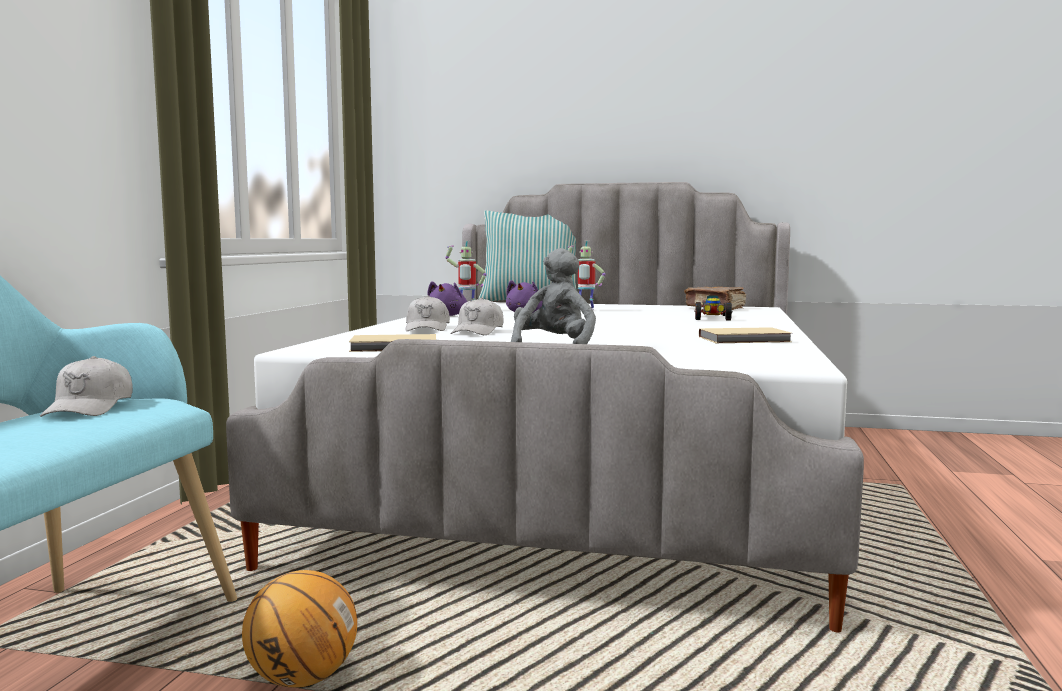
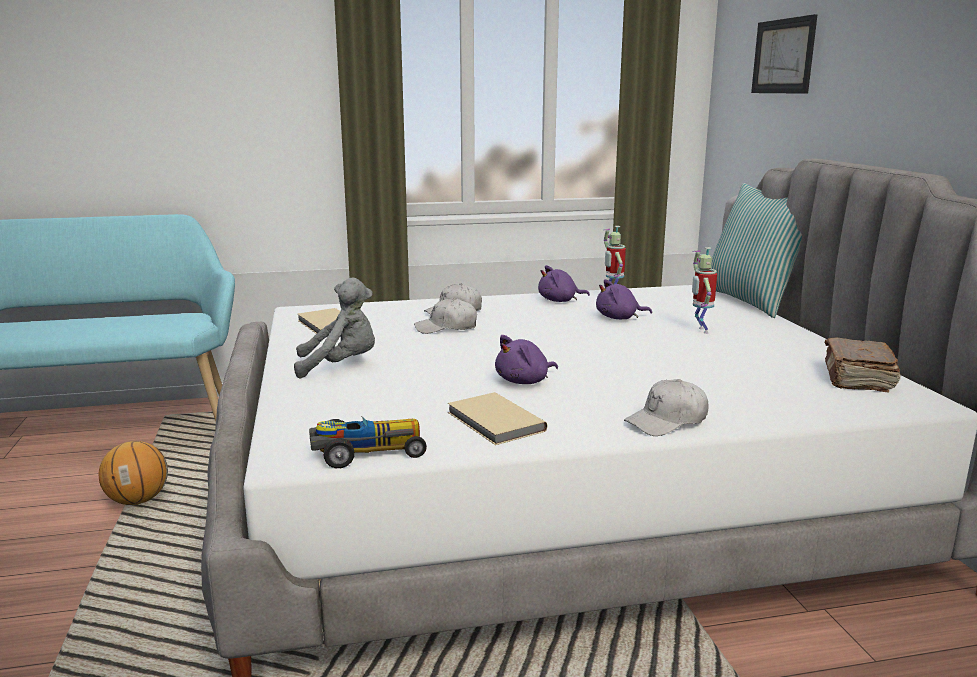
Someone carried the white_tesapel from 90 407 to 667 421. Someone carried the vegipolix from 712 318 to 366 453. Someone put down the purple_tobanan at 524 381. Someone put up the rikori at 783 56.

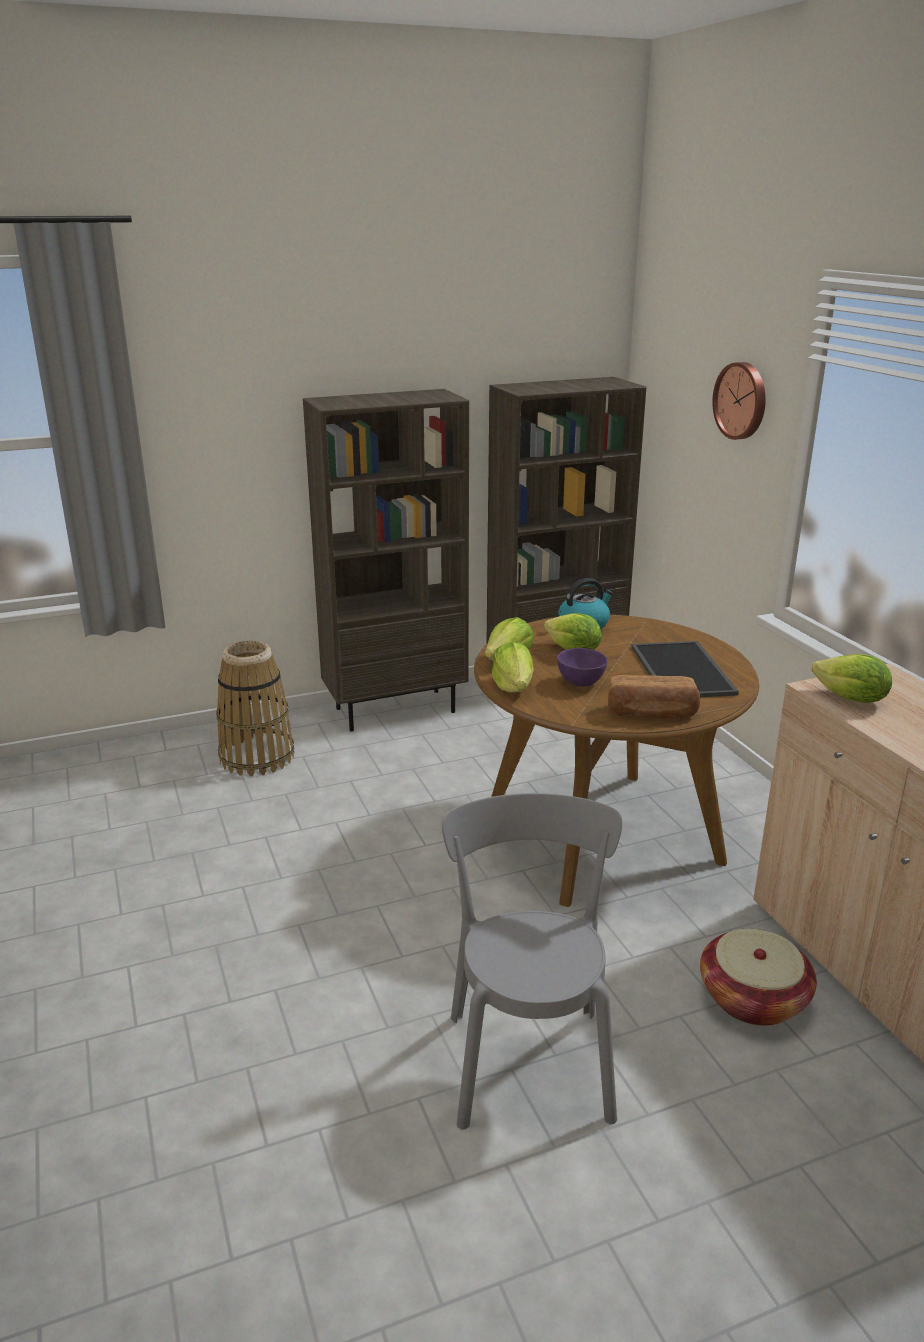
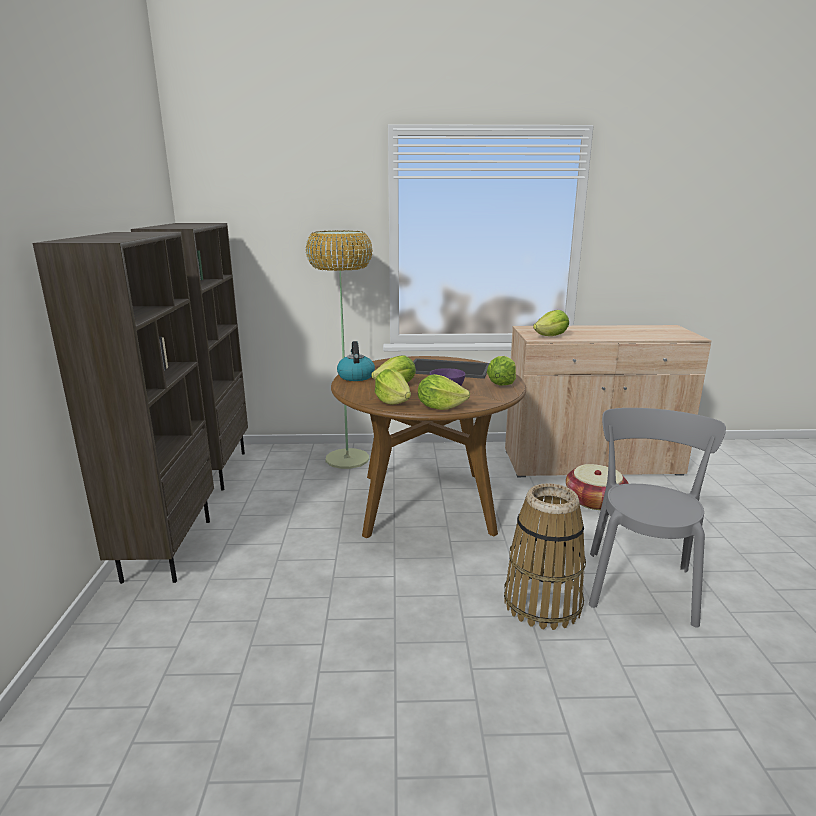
Someone carried the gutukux from 257 757 to 542 602. Someone rotated the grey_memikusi at 528 1058 by 90 degrees clockwise. Someone swapped the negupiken at 651 713 for the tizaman at 501 384. Someone took away the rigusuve at 742 400. Someone put down the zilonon at 347 459.

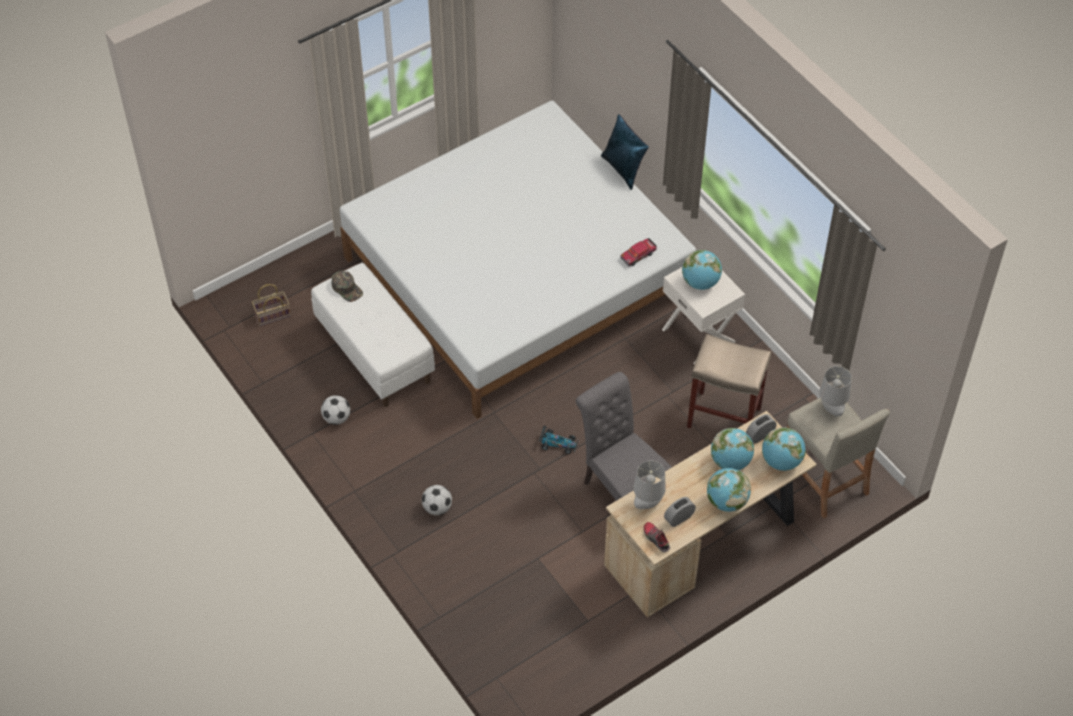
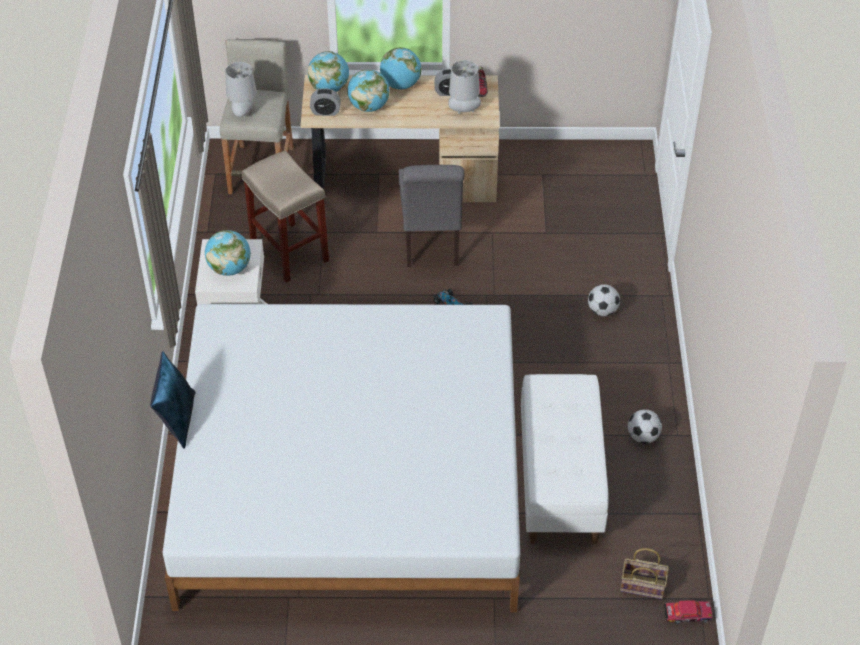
Someone took away the green_tesapel at 347 288. Someone carried the vegipolix from 638 255 to 687 614.

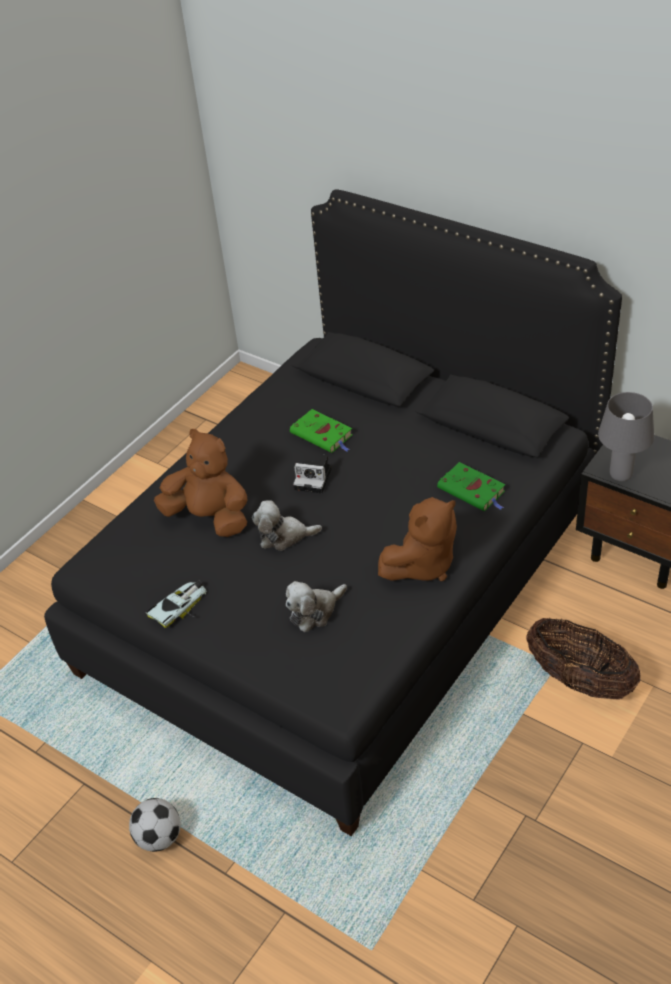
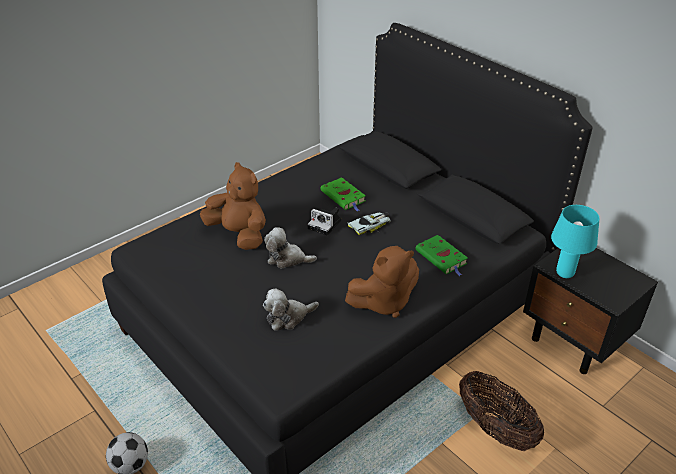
Someone carried the vegipolix from 180 606 to 370 226. Someone repainted the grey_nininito at 621 475, which became the turquoise_nininito at 565 273.

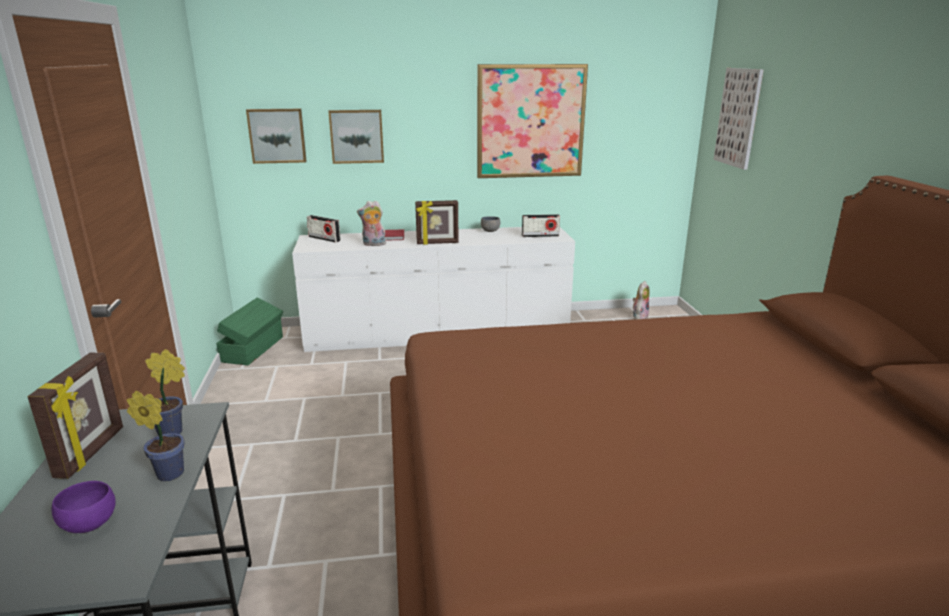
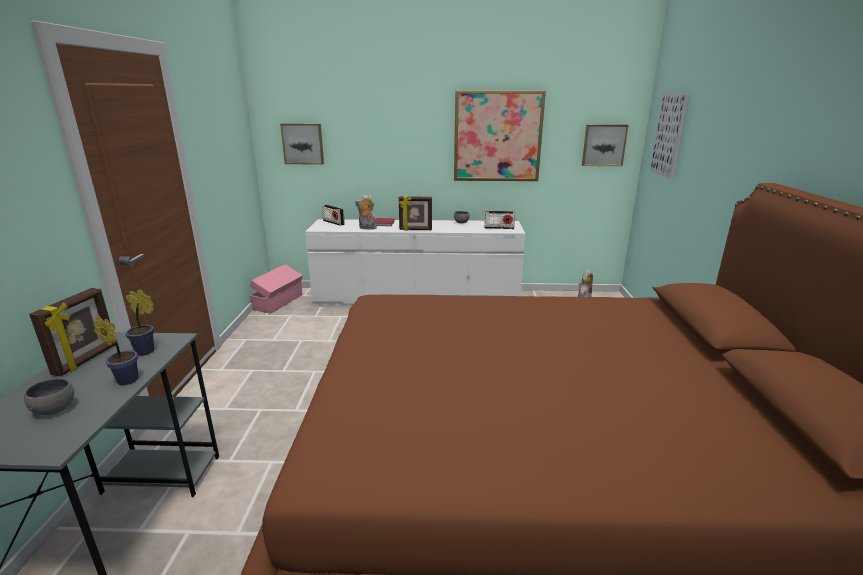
Someone repainted the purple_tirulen at 91 523, which became the grey_tirulen at 56 409. Someone repainted the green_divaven at 254 349, which became the pink_divaven at 279 302. Someone carried the rikori from 356 136 to 603 145.

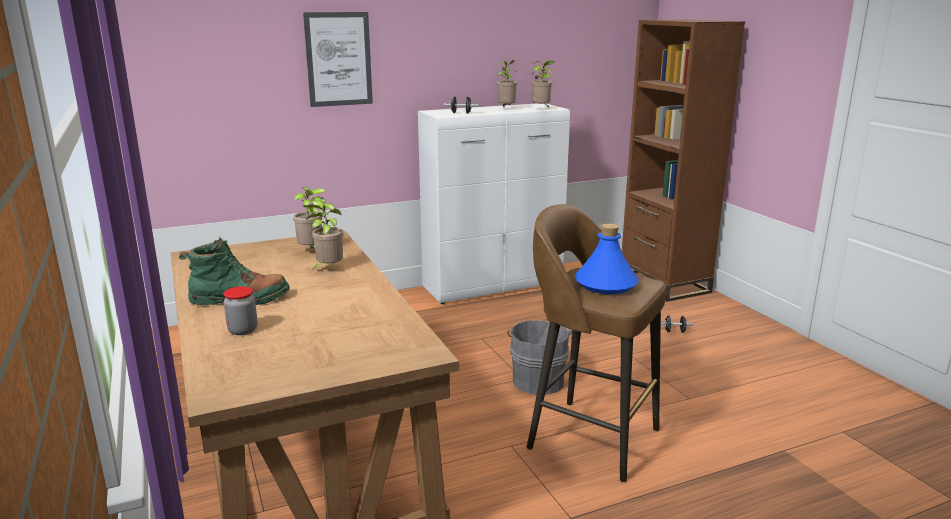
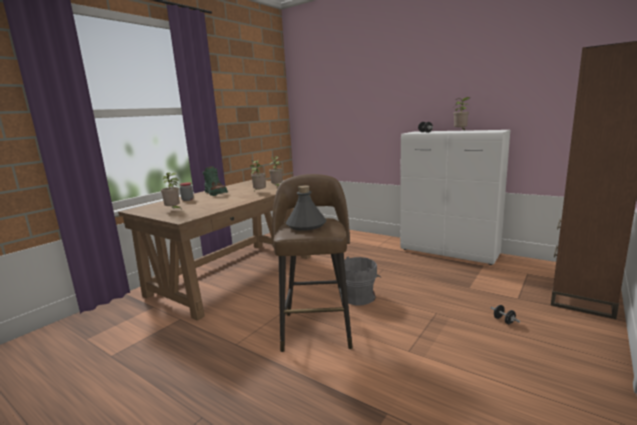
Someone took away the rikori at 338 59. Someone carried the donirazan from 542 109 to 174 210. Someone repainted the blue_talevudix at 605 284, which became the grey_talevudix at 306 225.

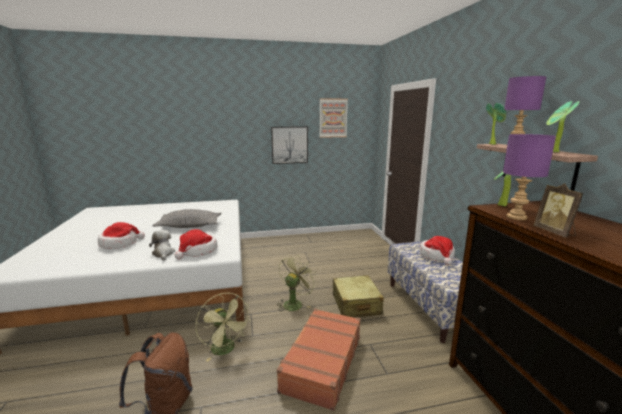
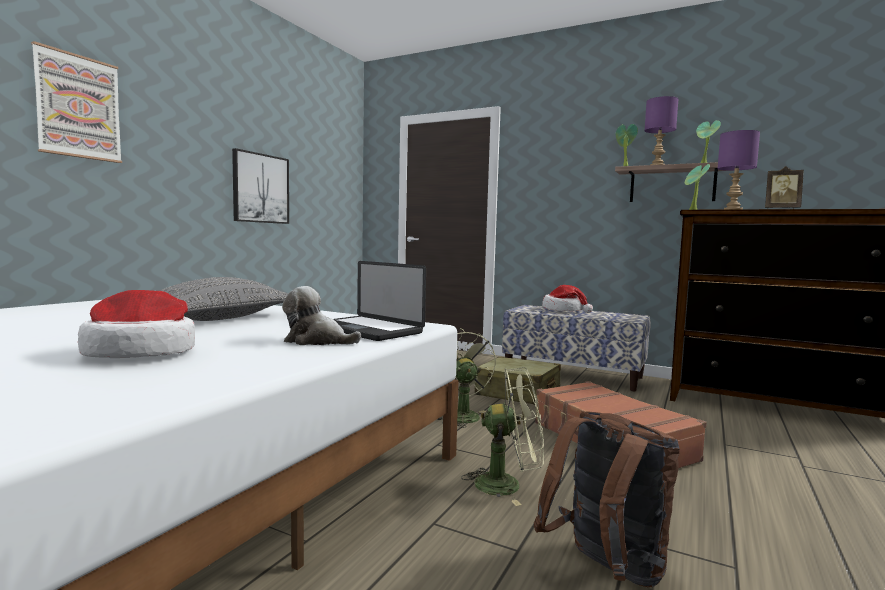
Someone swapped the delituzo at 198 251 for the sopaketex at 367 330. Someone carried the rikori from 333 118 to 78 107.

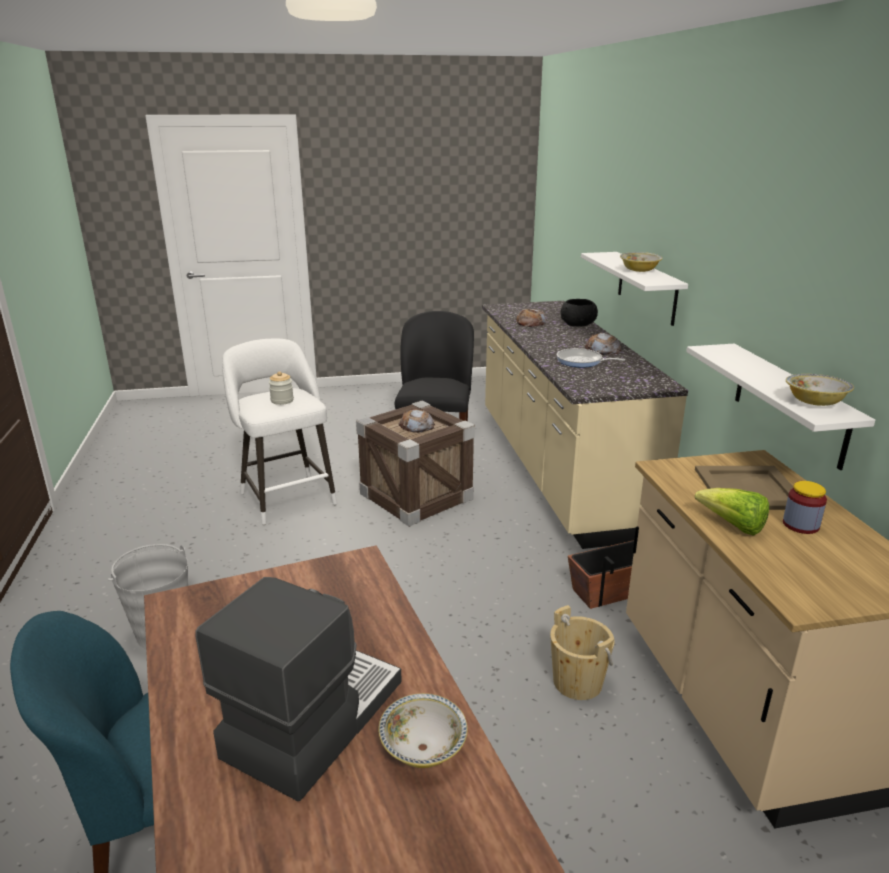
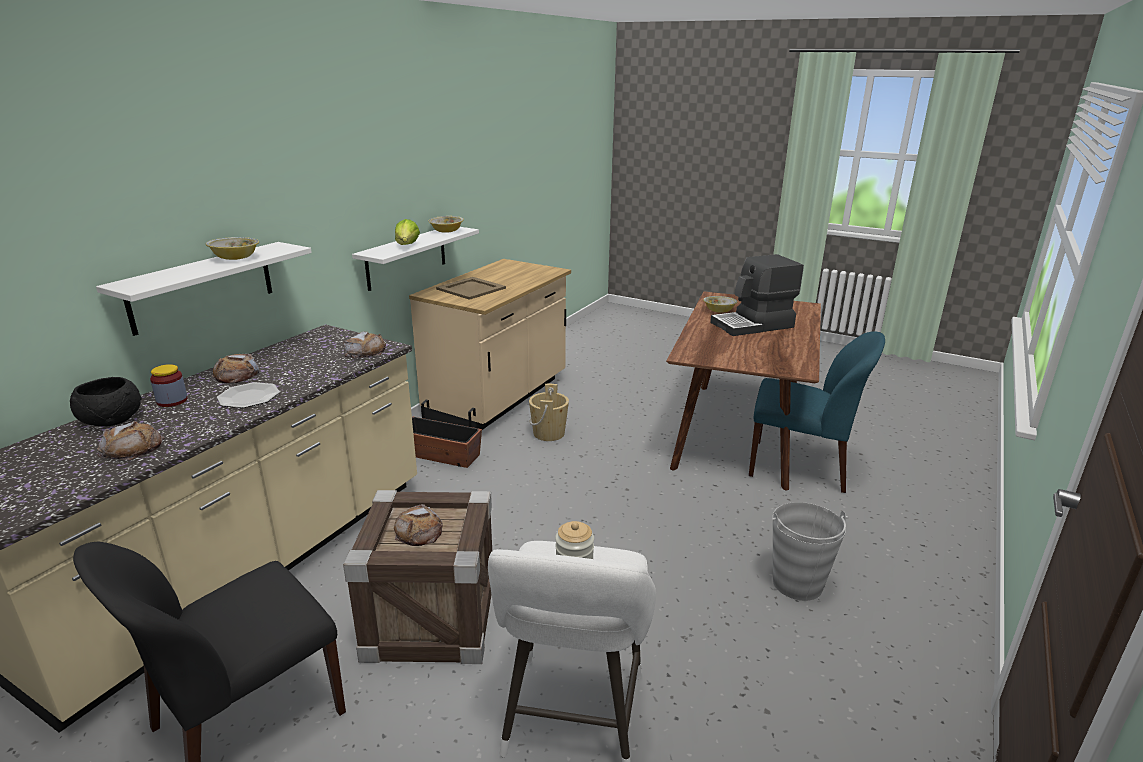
Someone took away the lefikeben at 581 361. Someone carried the tizaman from 732 526 to 407 246. Someone carried the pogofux from 800 525 to 172 401. Someone put down the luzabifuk at 249 397. Someone put down the negupiken at 365 351.

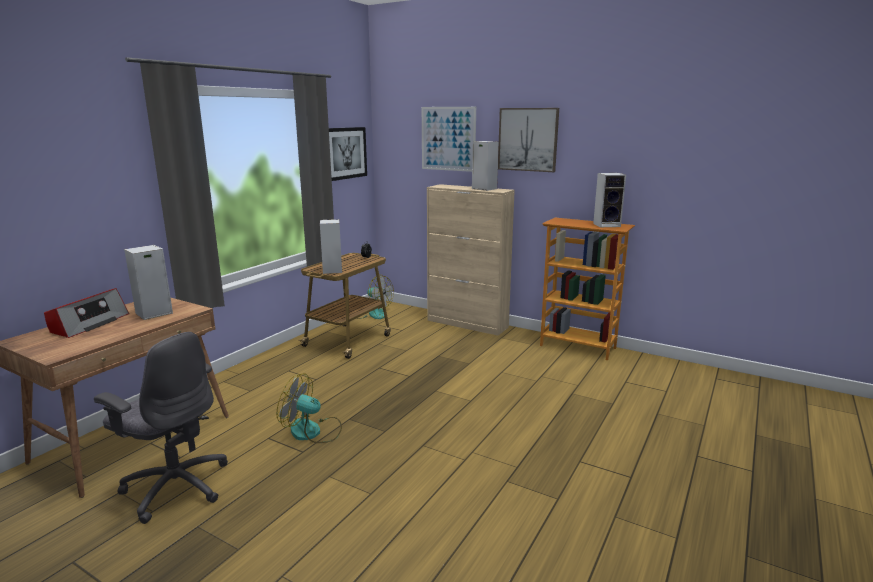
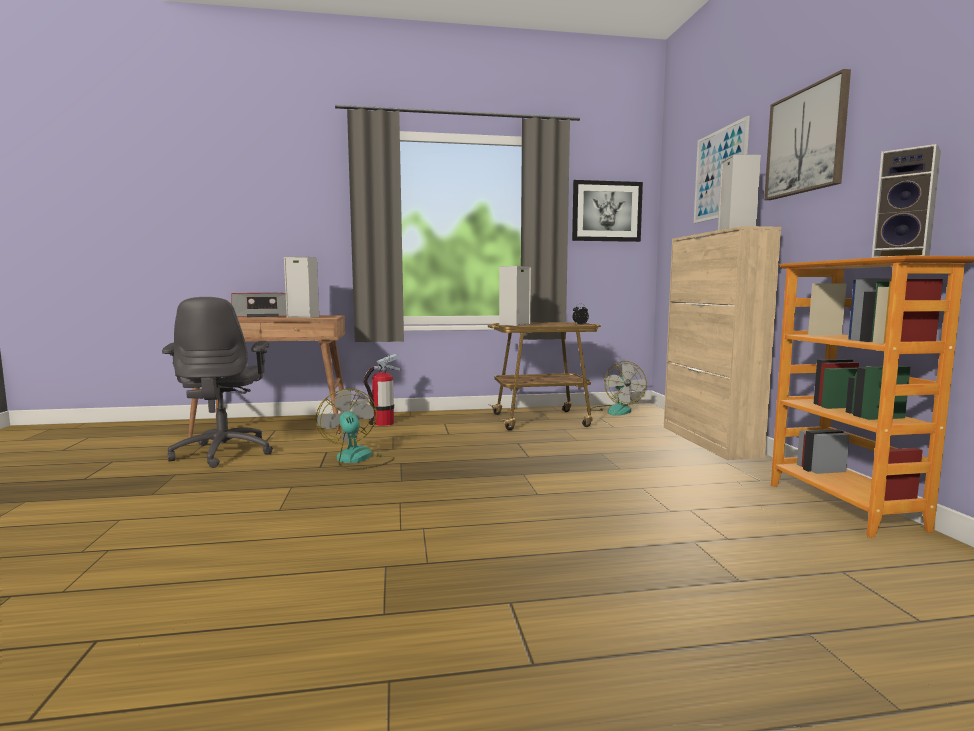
Someone put down the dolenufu at 383 423.

